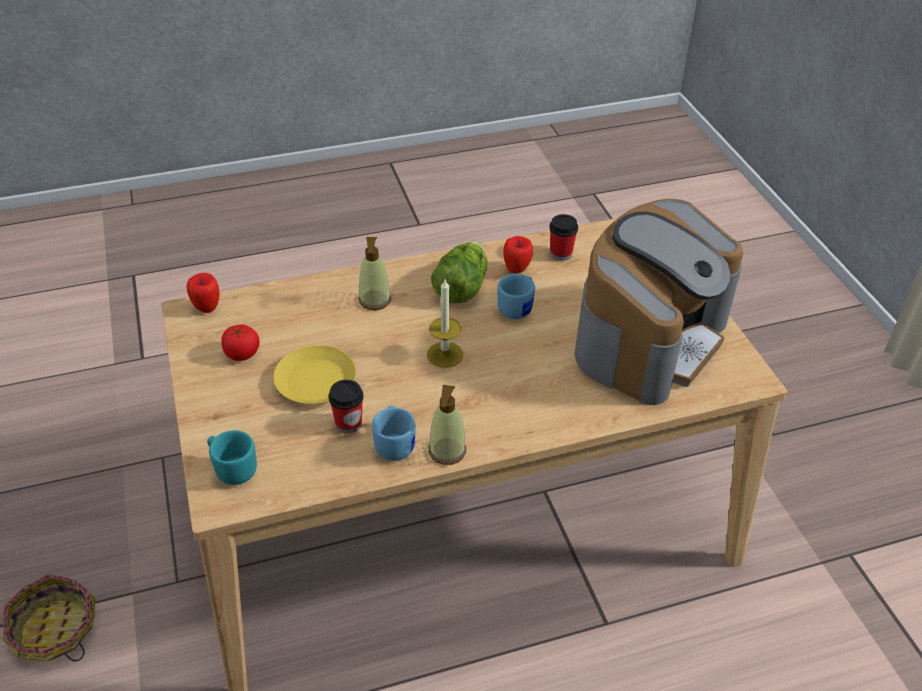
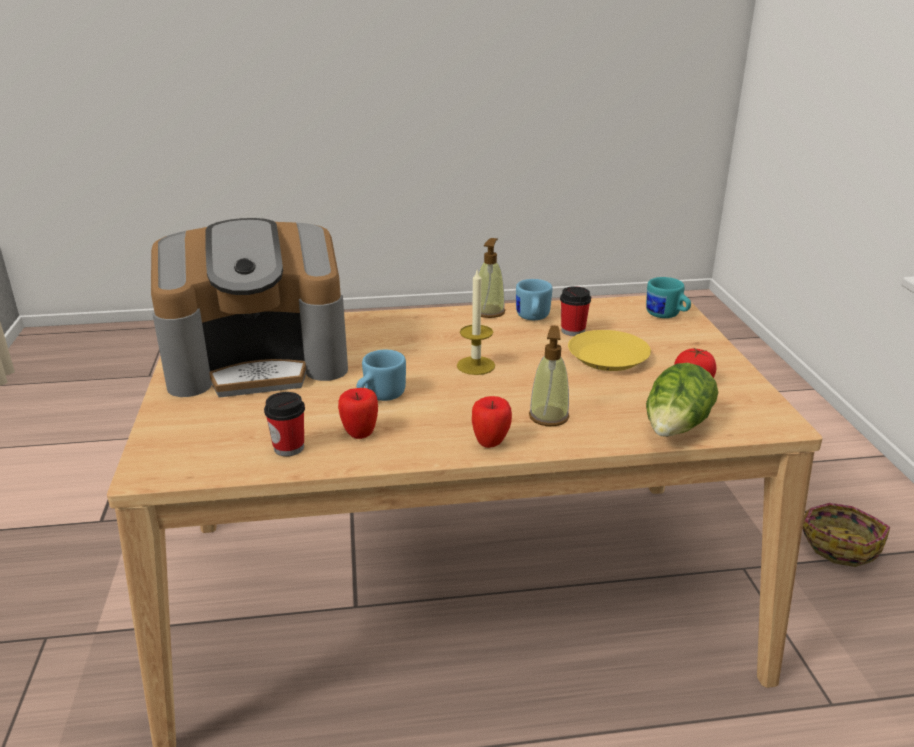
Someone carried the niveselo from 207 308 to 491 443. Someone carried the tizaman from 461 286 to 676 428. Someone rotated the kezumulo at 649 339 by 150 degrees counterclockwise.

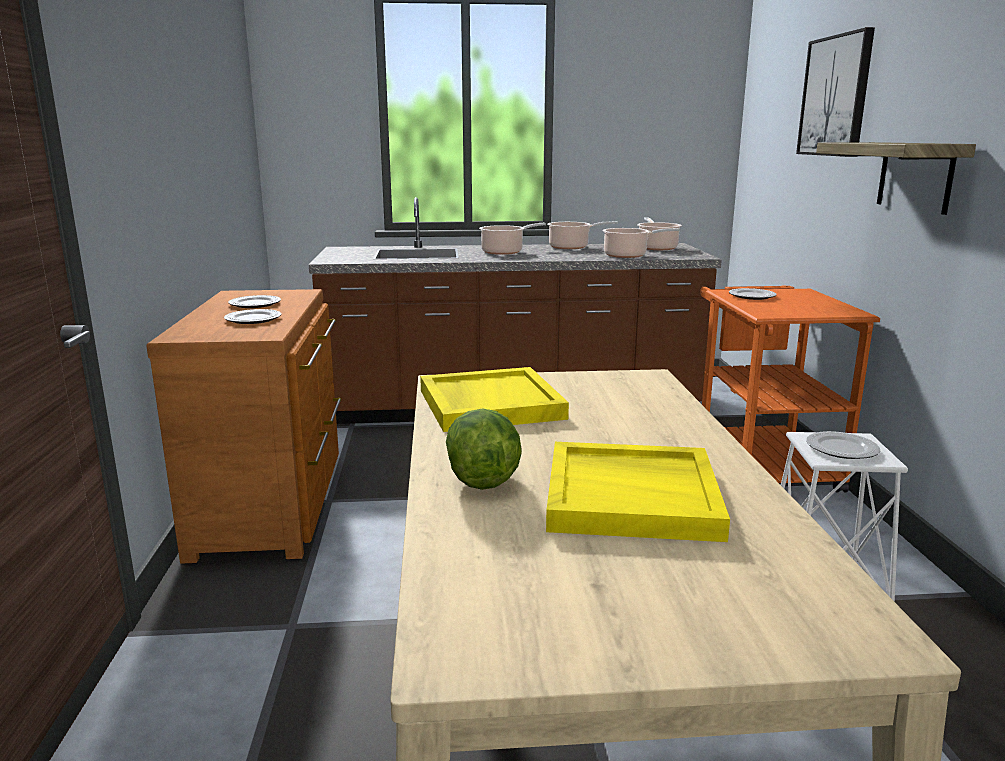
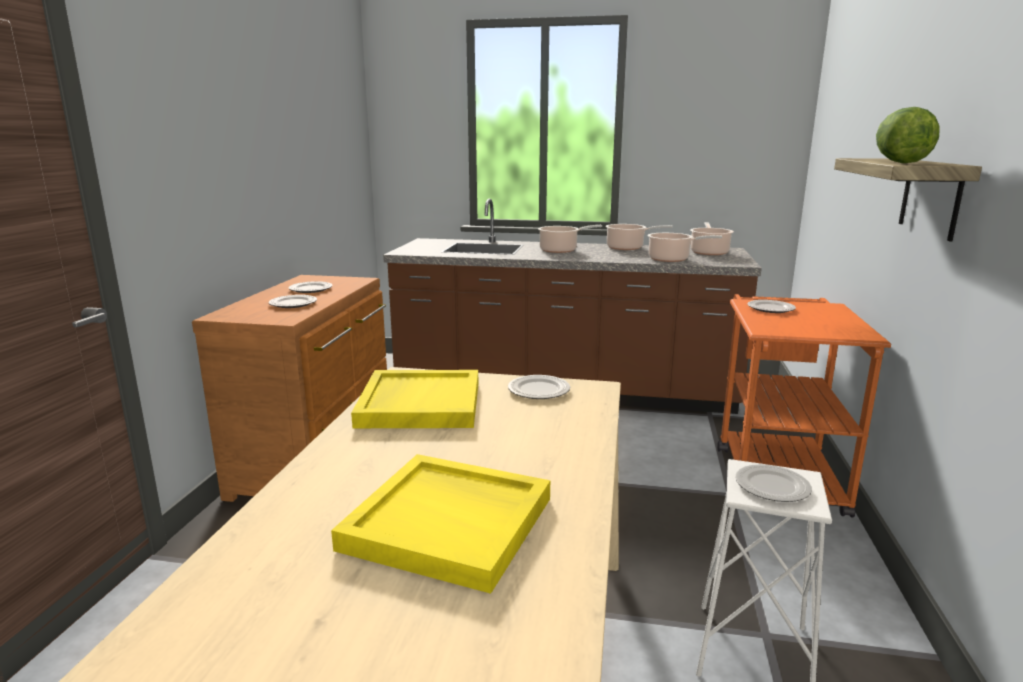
Someone carried the tizaman from 482 477 to 899 163. Someone took away the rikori at 835 96. Someone put down the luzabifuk at 538 390.

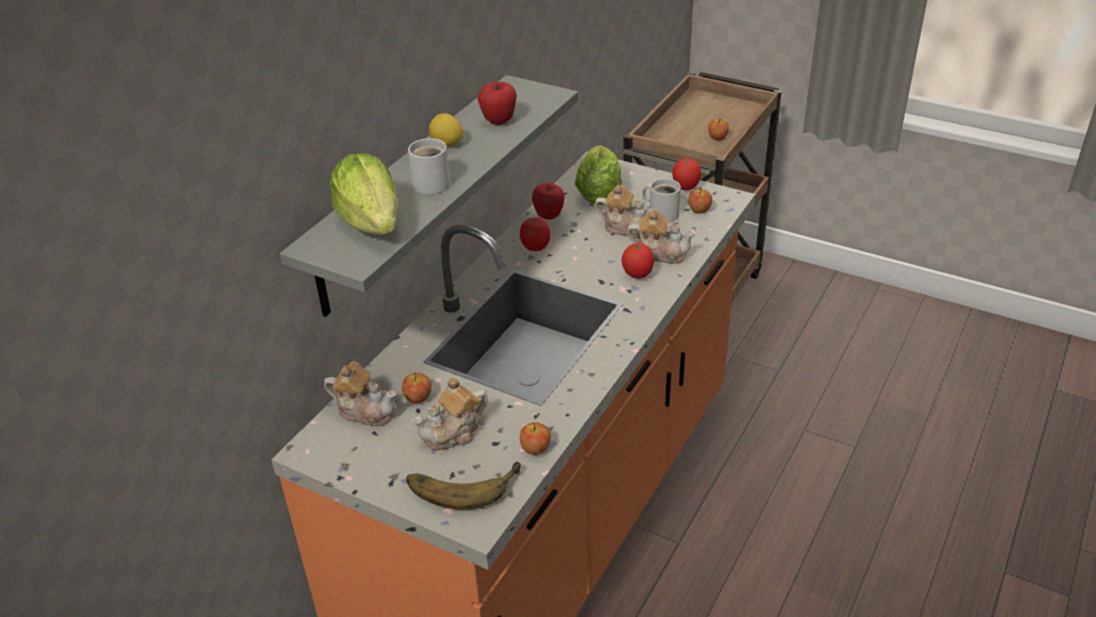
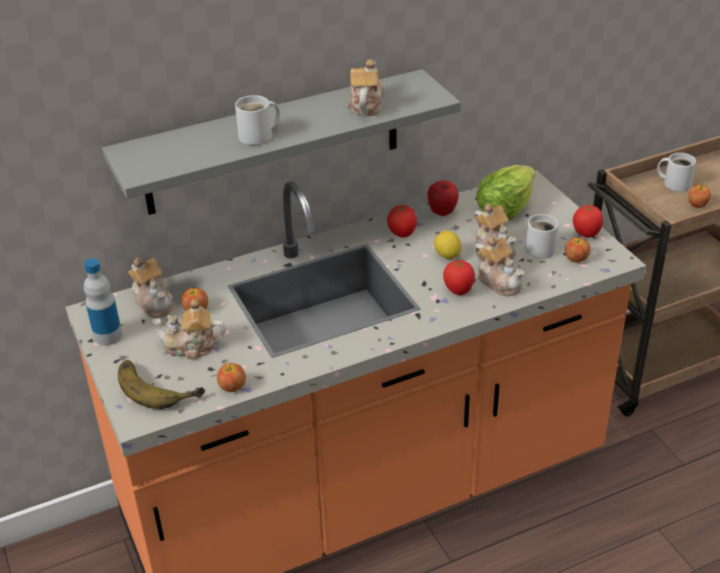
Someone took away the tizaman at 372 222. Someone carried the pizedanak from 447 144 to 447 255. Someone swapped the niveselo at 498 121 for the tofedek at 366 105. Someone put down the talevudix at 108 336. Someone put down the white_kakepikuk at 675 183.

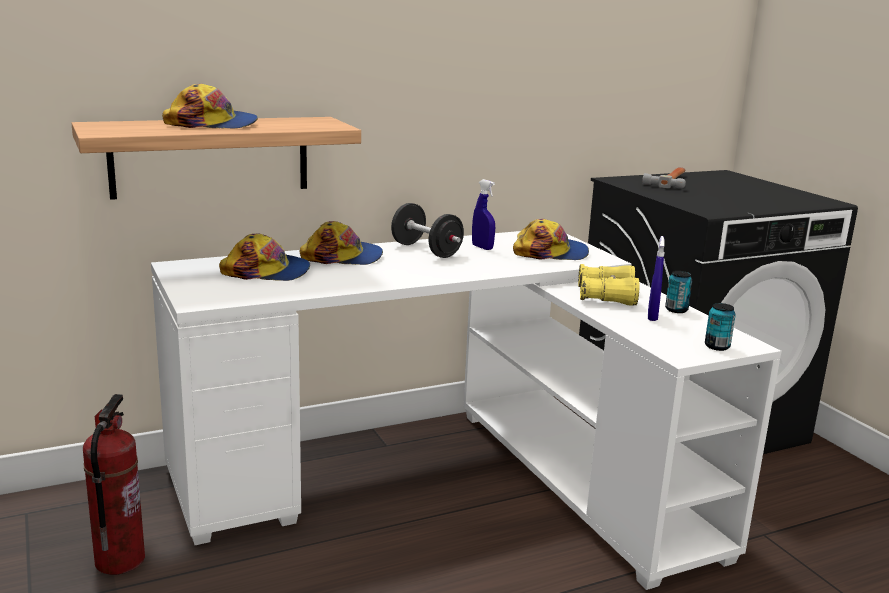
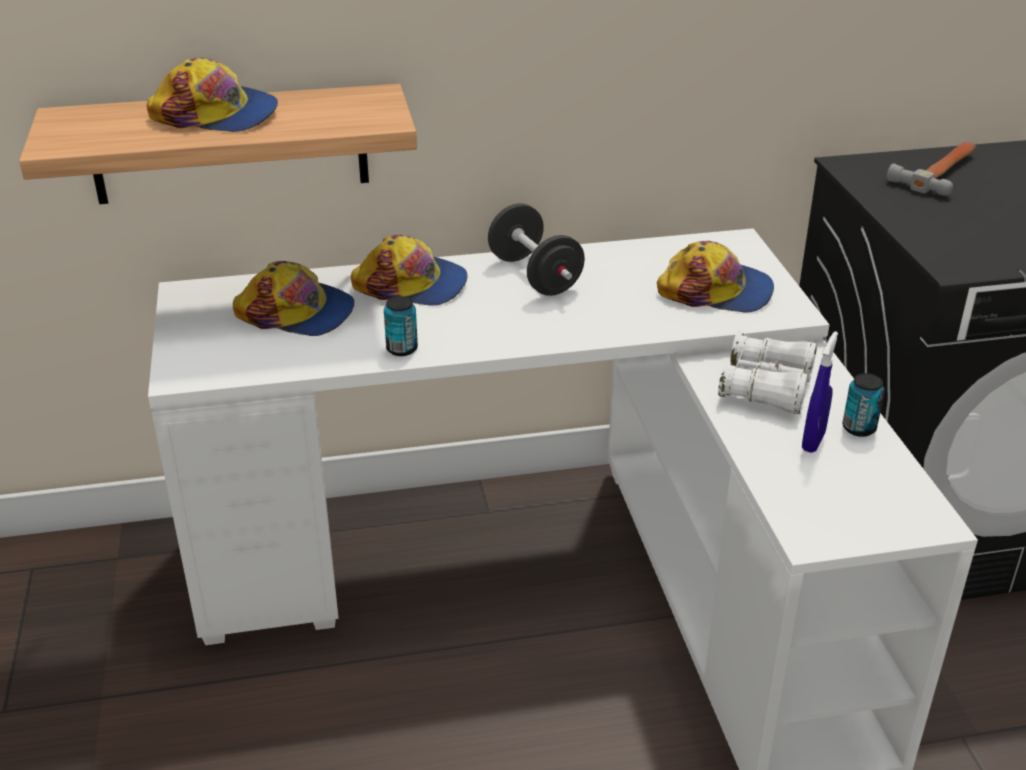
Someone took away the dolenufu at 119 560. Someone took away the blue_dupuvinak at 482 247. Someone repainted the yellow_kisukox at 607 296, which became the white_kisukox at 766 387. Someone carried the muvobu from 717 346 to 402 349.

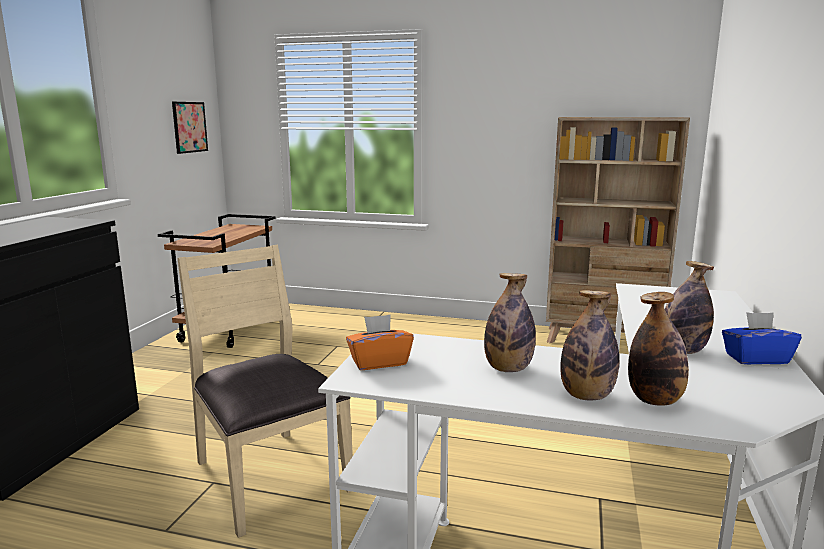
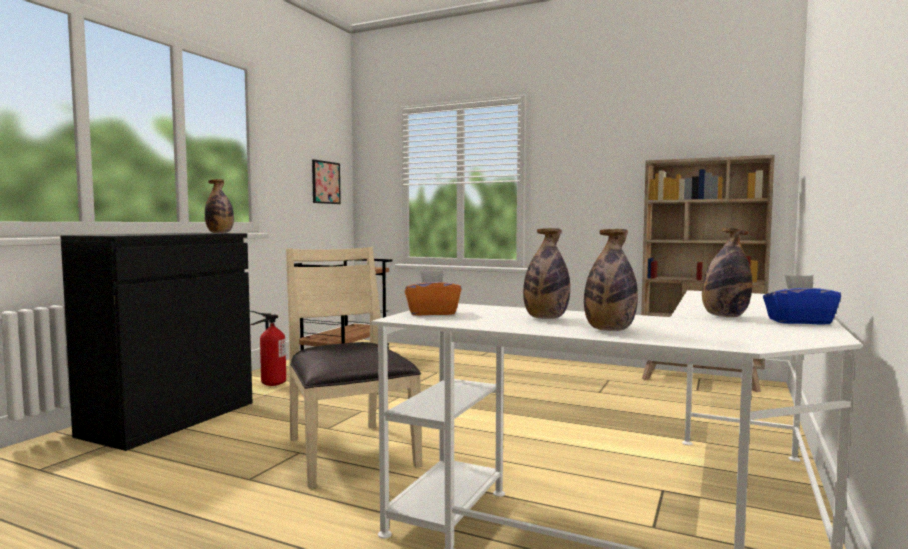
Someone carried the talevudix from 655 400 to 220 233. Someone put down the dolenufu at 271 384.

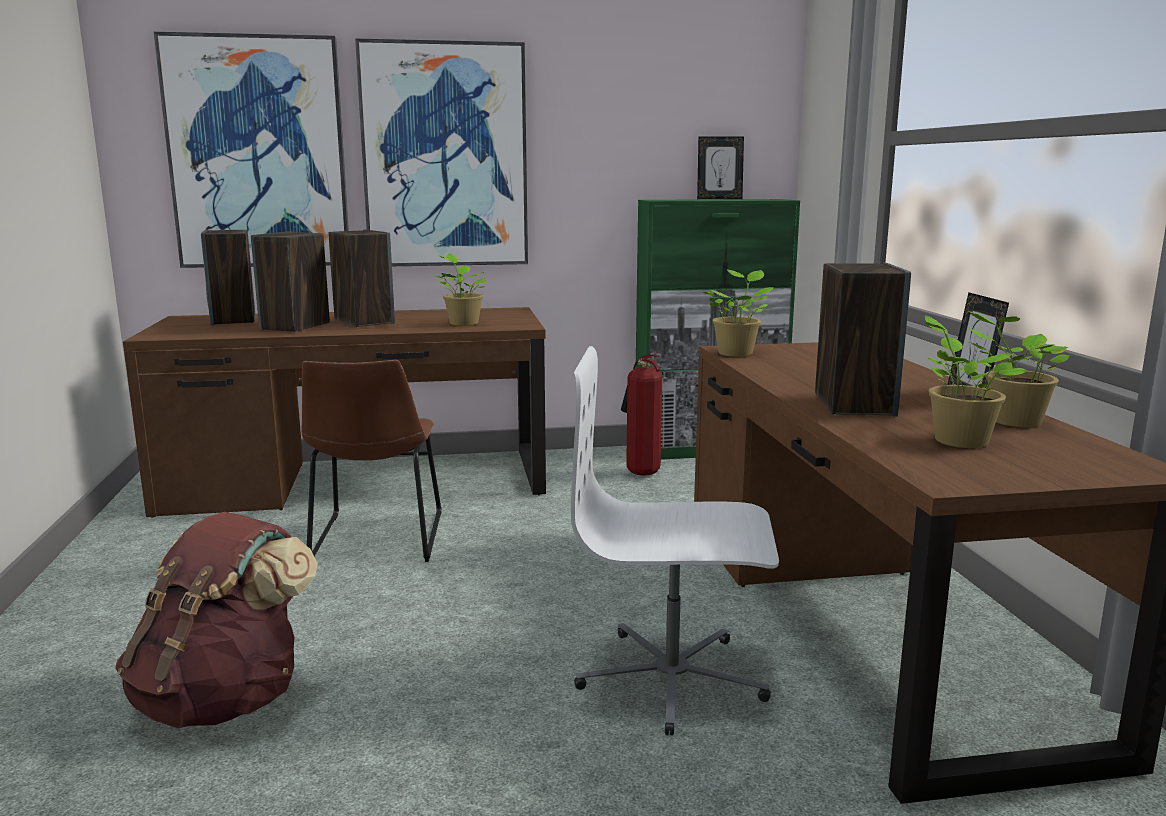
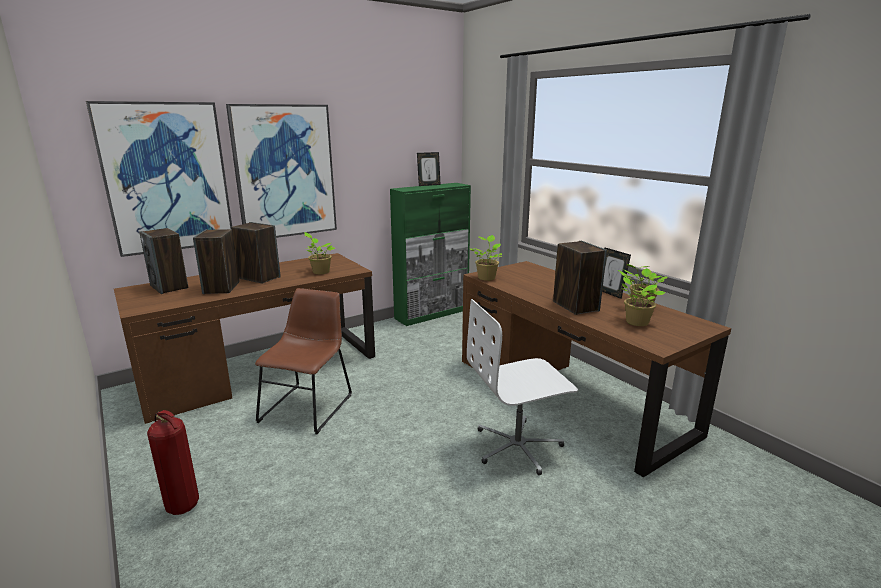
Someone took away the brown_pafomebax at 225 700. Someone rotated the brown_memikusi at 377 540 by 135 degrees counterclockwise. Someone carried the dolenufu from 640 472 to 180 506.

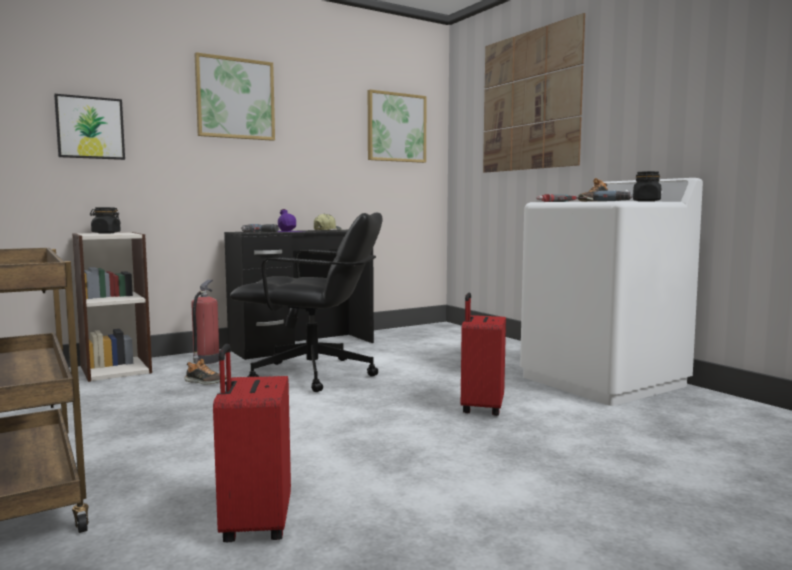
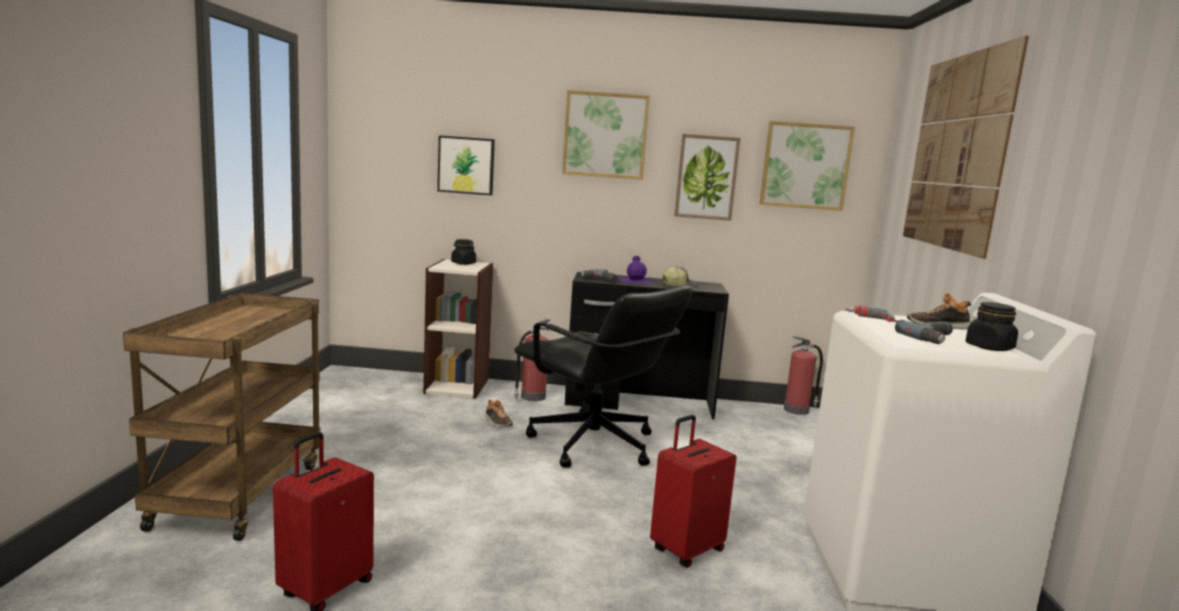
Someone put up the rikori at 706 177. Someone put down the dolenufu at 797 410.

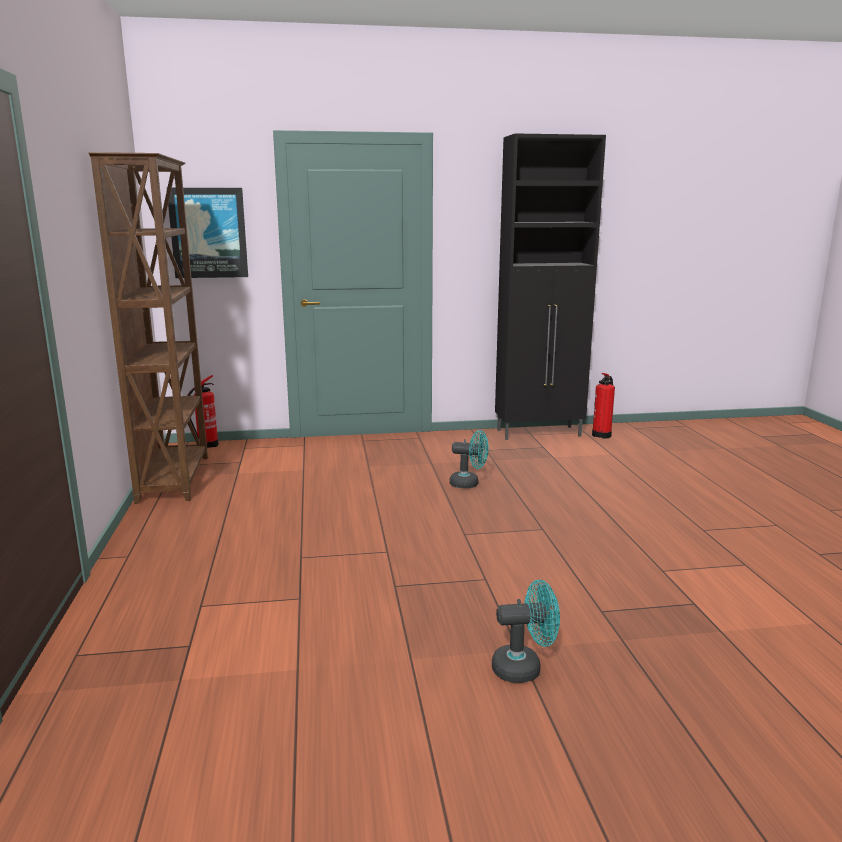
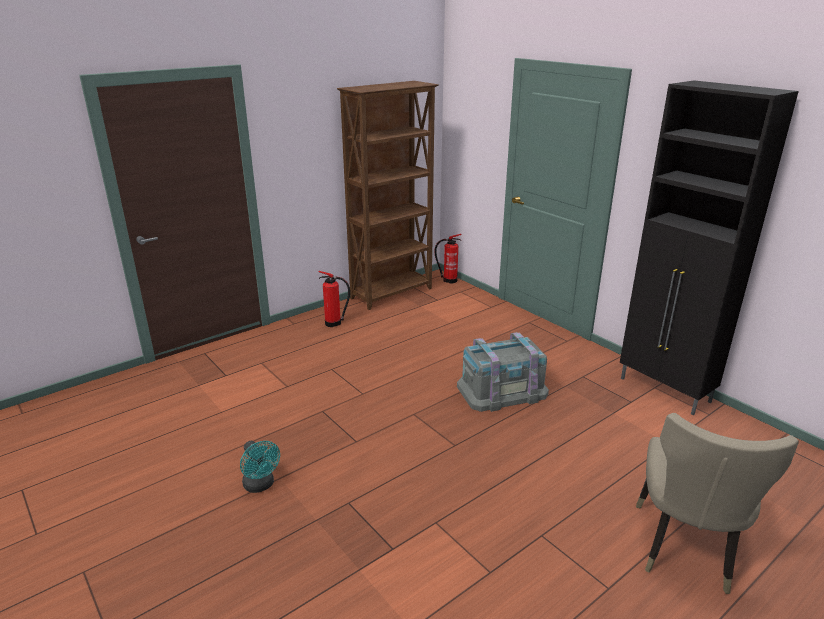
Someone took away the rikori at 208 233. Someone swapped the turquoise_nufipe at 469 484 for the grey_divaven at 502 390. Someone carried the dolenufu from 602 435 to 334 323. Someone put down the beige_memikusi at 685 551.

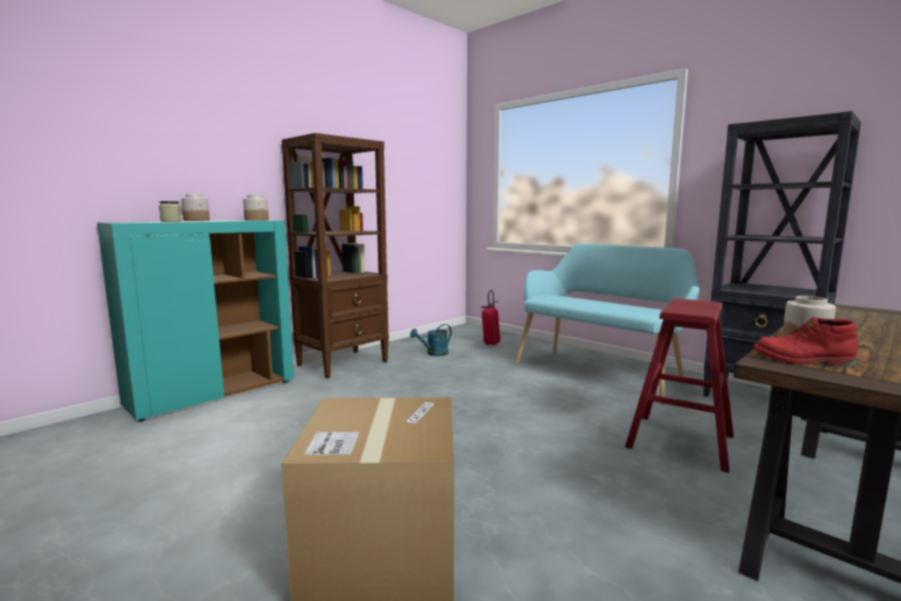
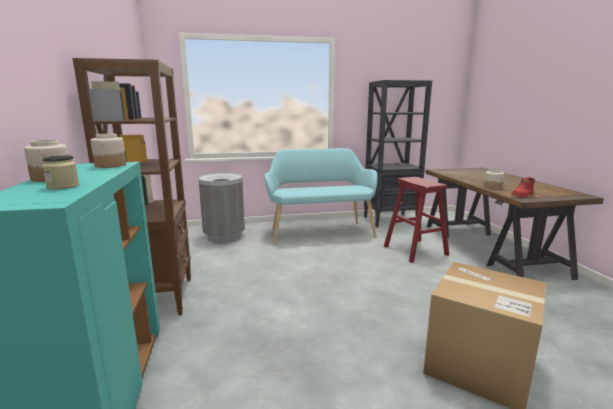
Someone took away the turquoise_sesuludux at 434 354. Someone swapped the dolenufu at 491 344 for the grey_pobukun at 224 237.

